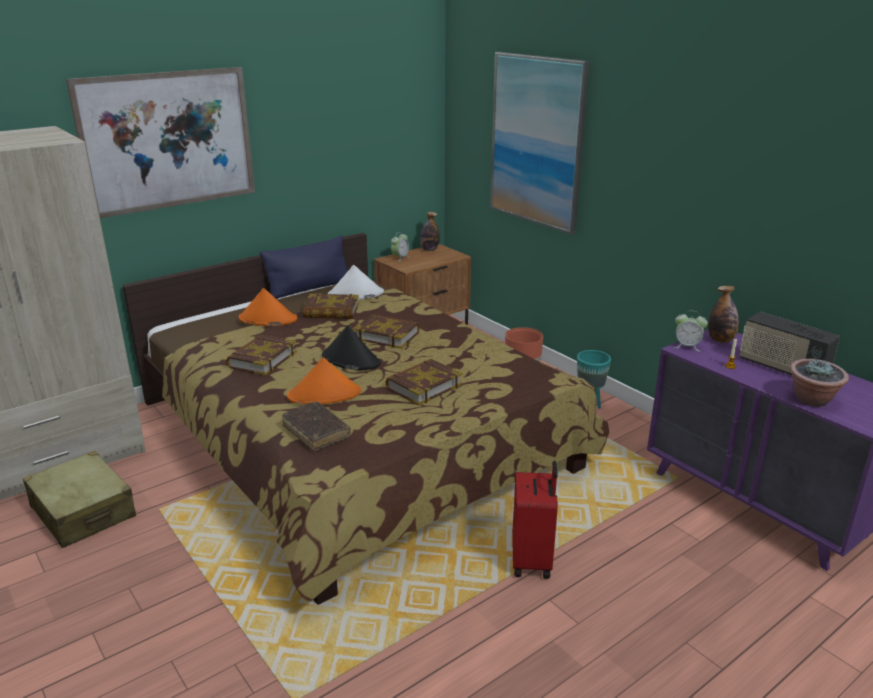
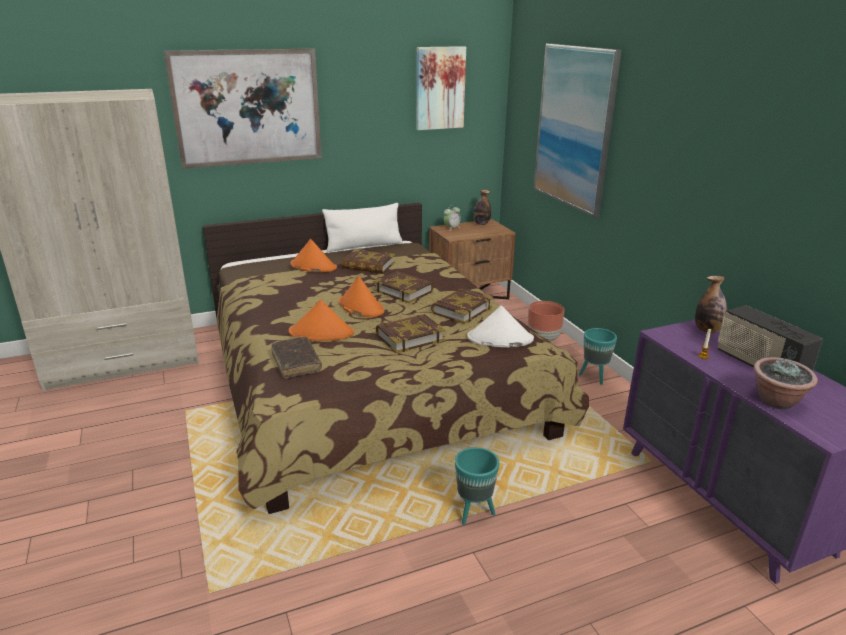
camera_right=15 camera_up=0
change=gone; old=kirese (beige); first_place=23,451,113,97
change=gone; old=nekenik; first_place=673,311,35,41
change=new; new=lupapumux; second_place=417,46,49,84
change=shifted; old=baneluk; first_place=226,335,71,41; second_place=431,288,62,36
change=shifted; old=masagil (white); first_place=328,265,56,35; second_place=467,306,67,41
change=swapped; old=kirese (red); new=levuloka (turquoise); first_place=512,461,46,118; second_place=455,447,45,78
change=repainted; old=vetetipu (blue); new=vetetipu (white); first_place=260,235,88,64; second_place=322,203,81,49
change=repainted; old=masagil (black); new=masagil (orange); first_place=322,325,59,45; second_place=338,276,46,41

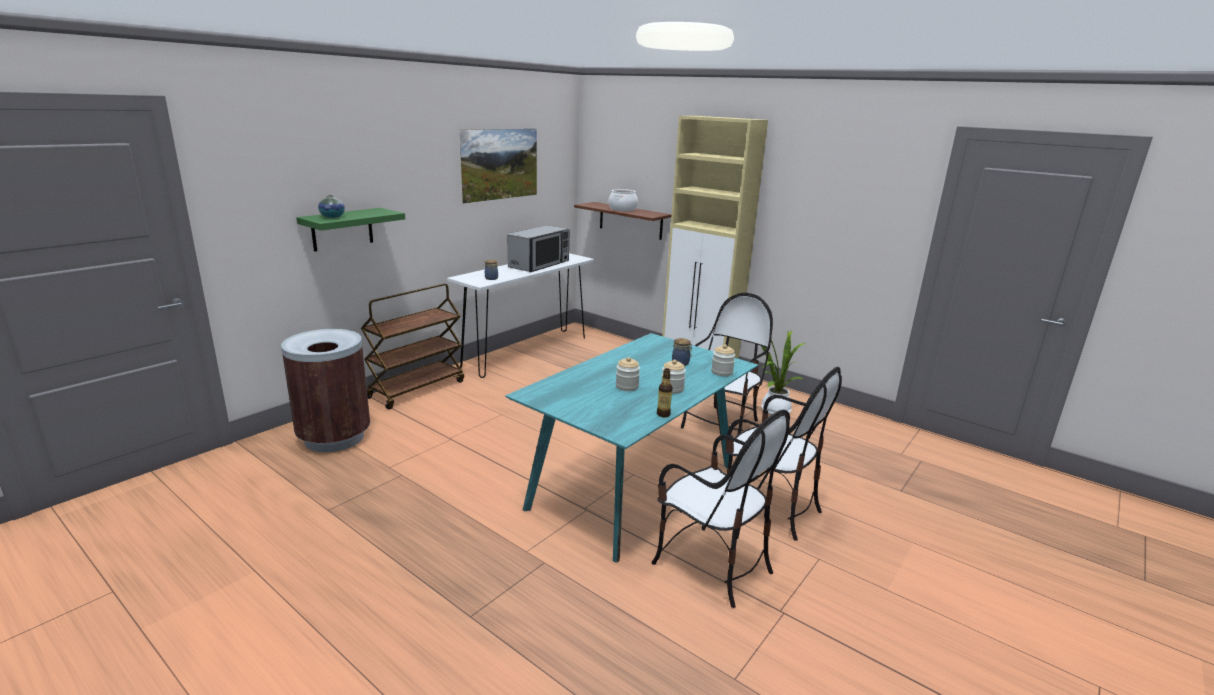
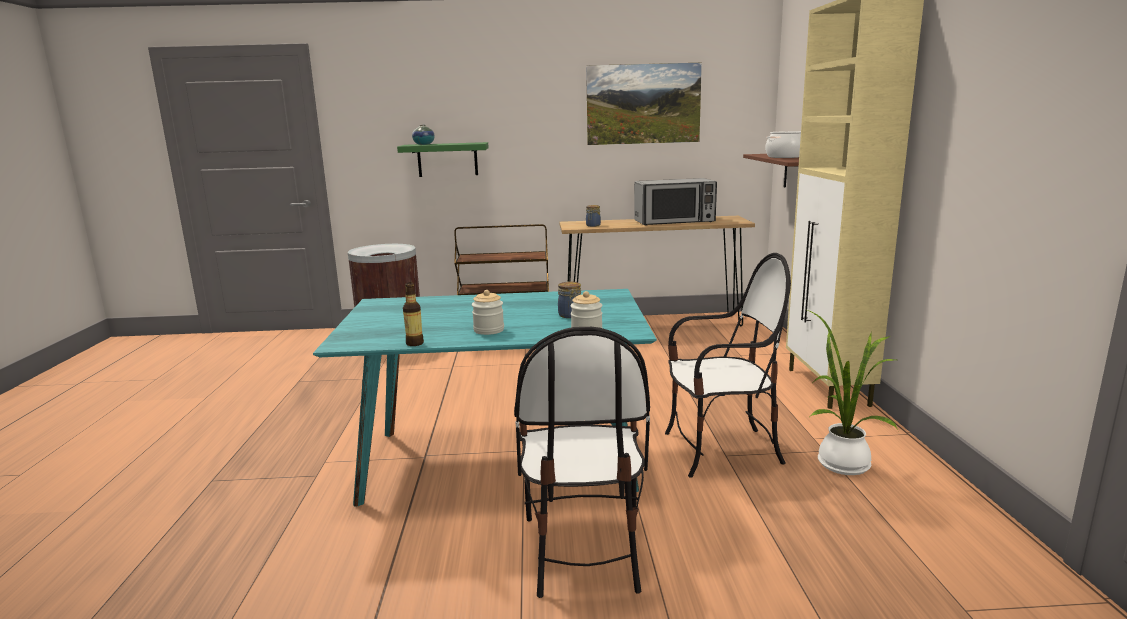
camera_right=50 camera_up=-5
change=gone; old=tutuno; first_place=616,357,24,34
change=gone; old=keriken; first_place=651,410,139,198
change=repainted; old=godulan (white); new=godulan (brown); first_place=447,253,148,125; second_place=560,216,195,110

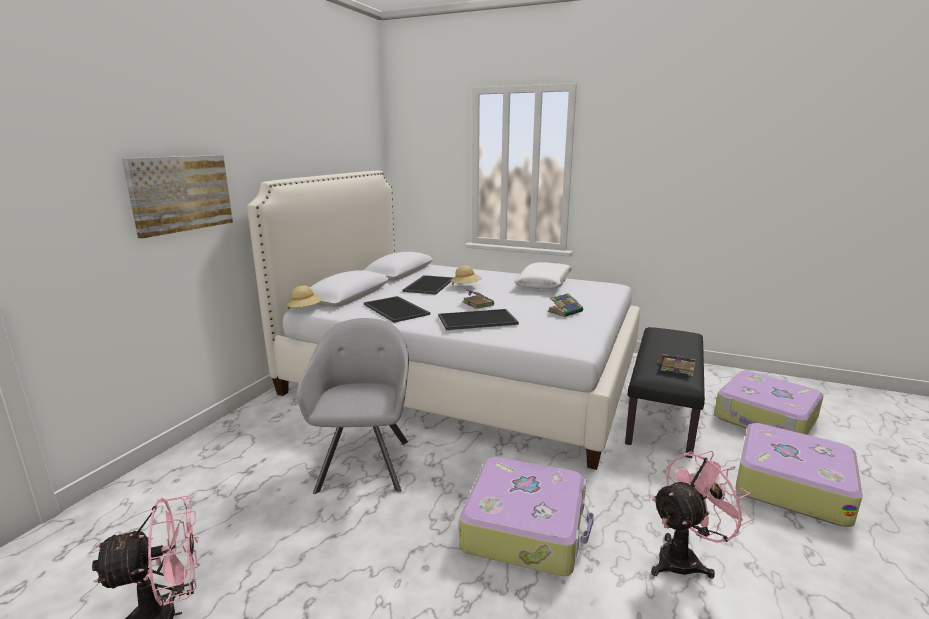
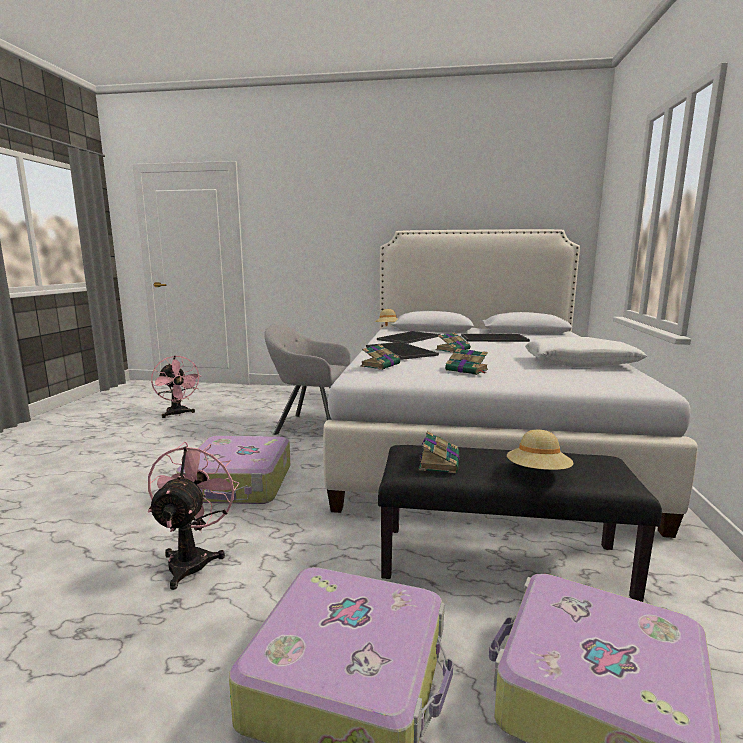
camera_right=75 camera_up=-5
change=gone; old=lupapumux; first_place=122,155,111,84
change=new; new=baneluk; second_place=360,344,40,26
change=shifted; old=masagil (beige); first_place=451,265,31,20; second_place=507,430,66,40
change=rotated; old=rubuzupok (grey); first_place=297,318,112,176; second_place=264,324,87,111; degrees=-150
change=rotated; old=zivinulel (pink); first_place=651,451,102,128; second_place=148,442,92,148; degrees=-135

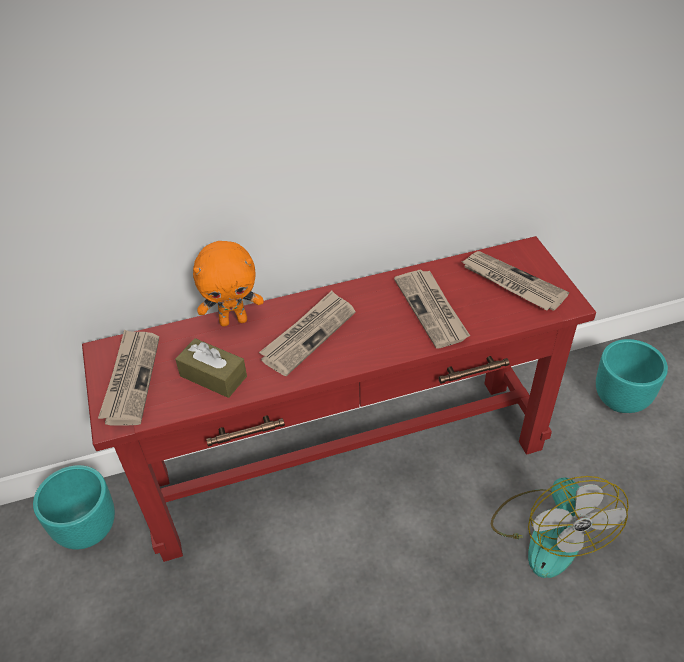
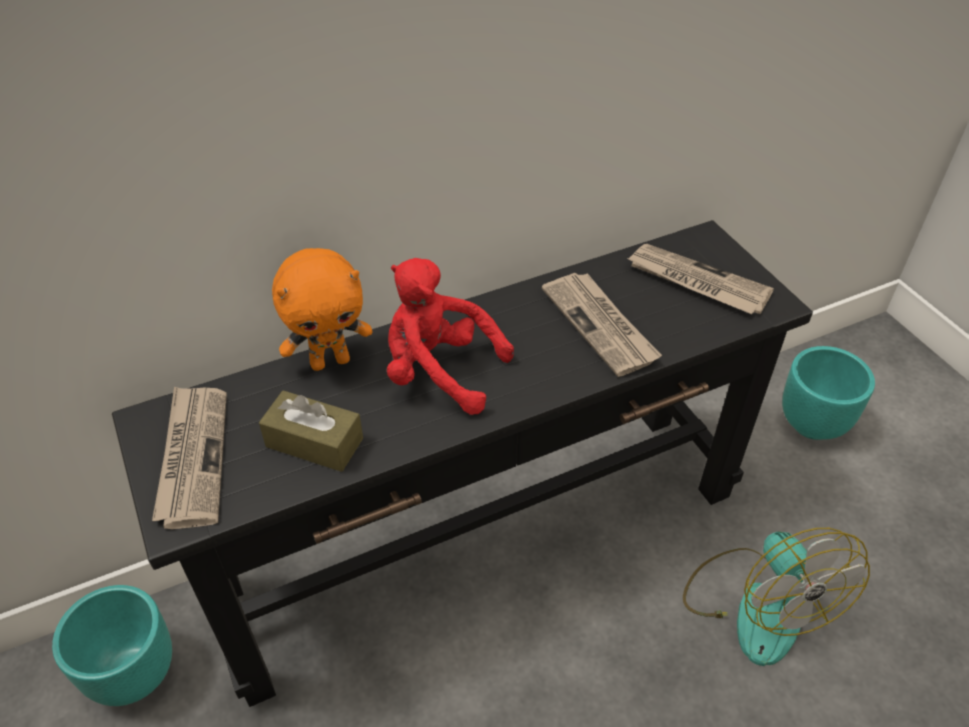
camera_right=-10 camera_up=0
change=swapped; old=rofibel; new=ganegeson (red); first_place=259,291,96,85; second_place=387,258,127,157
change=repainted; old=godulan (red); new=godulan (black); first_place=82,236,514,326; second_place=112,220,701,487

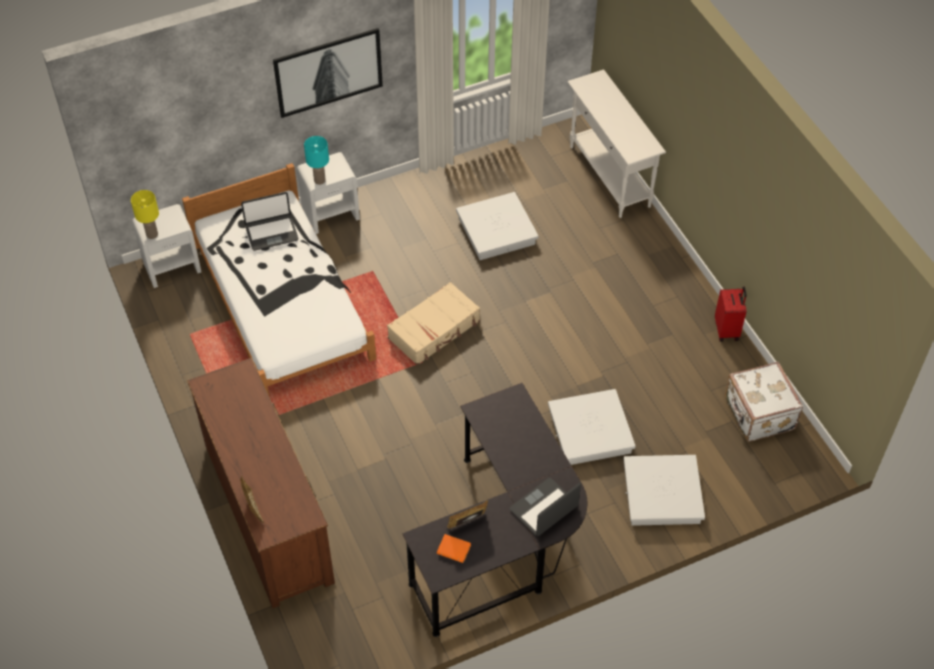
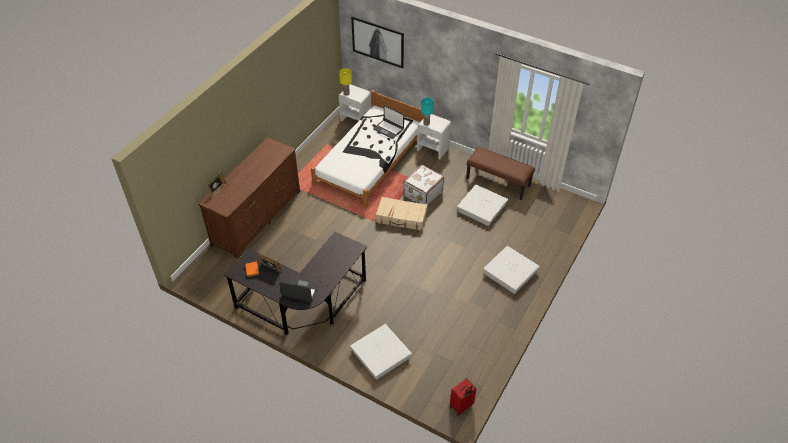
camera_right=55 camera_up=-5
change=gone; old=godulan (white); first_place=568,70,98,148
change=new; new=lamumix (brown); second_place=466,147,69,53
change=shifted; old=lupapumux; first_place=273,28,110,90; second_place=351,16,53,52
change=shifted; old=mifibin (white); first_place=548,389,88,76; second_place=483,246,57,48
change=shifted; old=kirese (red); first_place=715,286,32,56; second_place=450,379,26,37
change=shifted; old=kirese (white); first_place=725,361,78,81; second_place=403,164,41,41

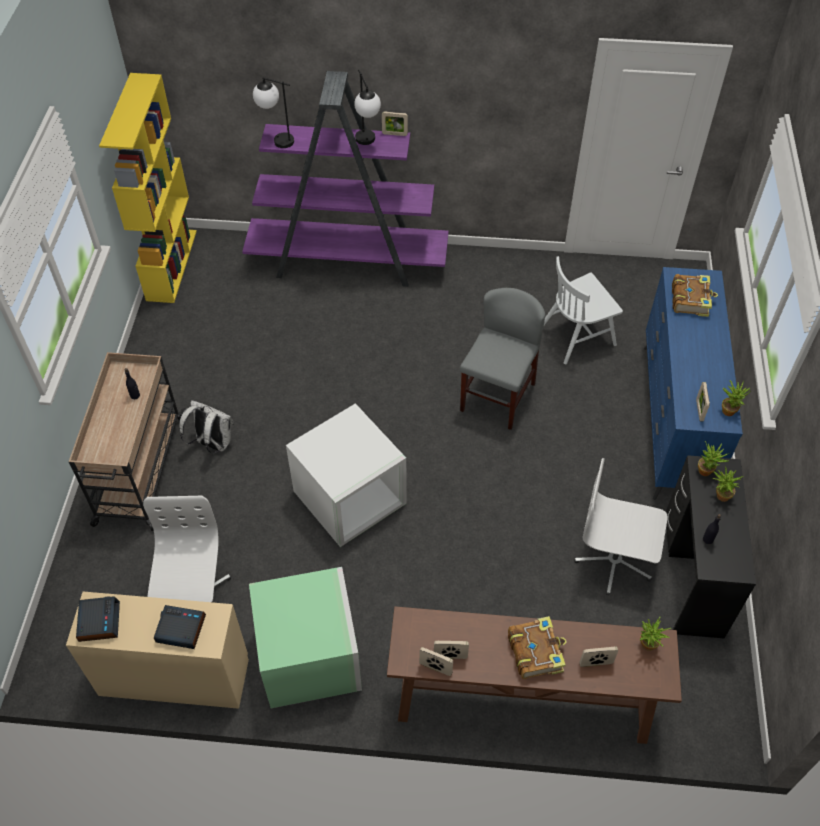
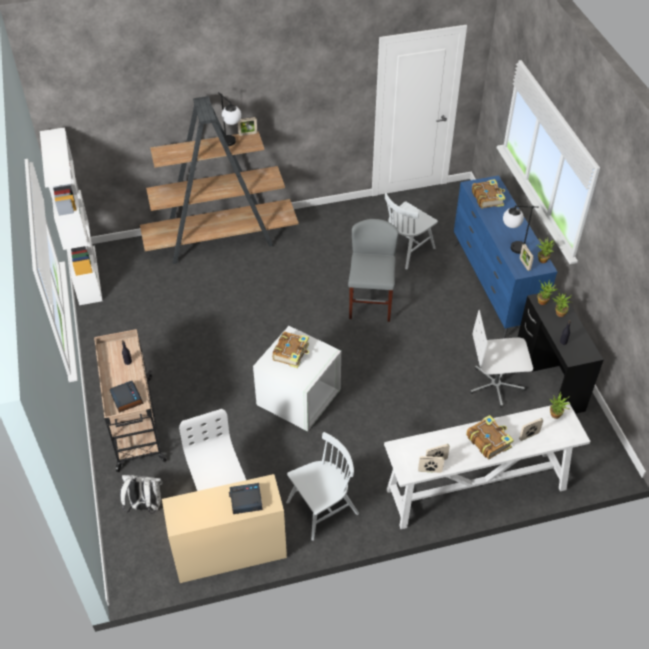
camera_right=-20 camera_up=-5
change=new; new=baneluk; second_place=272,332,37,36
change=shifted; old=nekenik; first_place=76,596,44,46; second_place=110,381,34,32
change=shifted; old=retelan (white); first_place=179,400,55,53; second_place=120,475,43,39
change=shifted; old=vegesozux; first_place=253,77,41,71; second_place=503,205,36,49
change=swapped; old=mifibin (green); new=keriken (white); first_place=249,567,113,141; second_place=286,432,73,109
change=repainted; old=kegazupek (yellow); new=kegazupek (white); first_place=99,73,98,230; second_place=40,127,62,178
change=repainted; old=kegazupek (purple); new=kegazupek (brown); first_place=242,71,207,216; second_place=140,96,159,168
change=repainted; old=godulan (brown); new=godulan (white); first_place=387,606,295,138; second_place=384,402,207,127

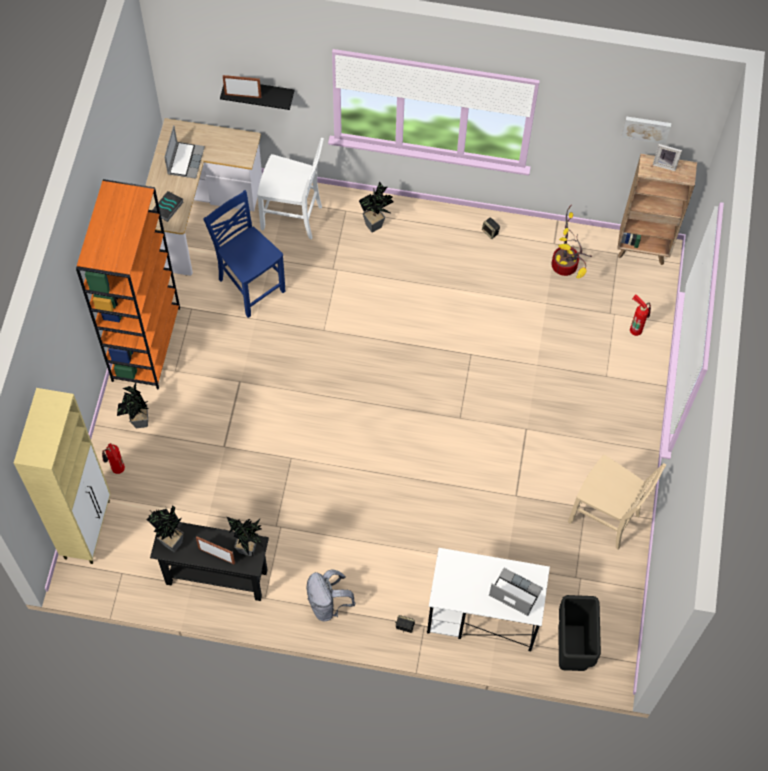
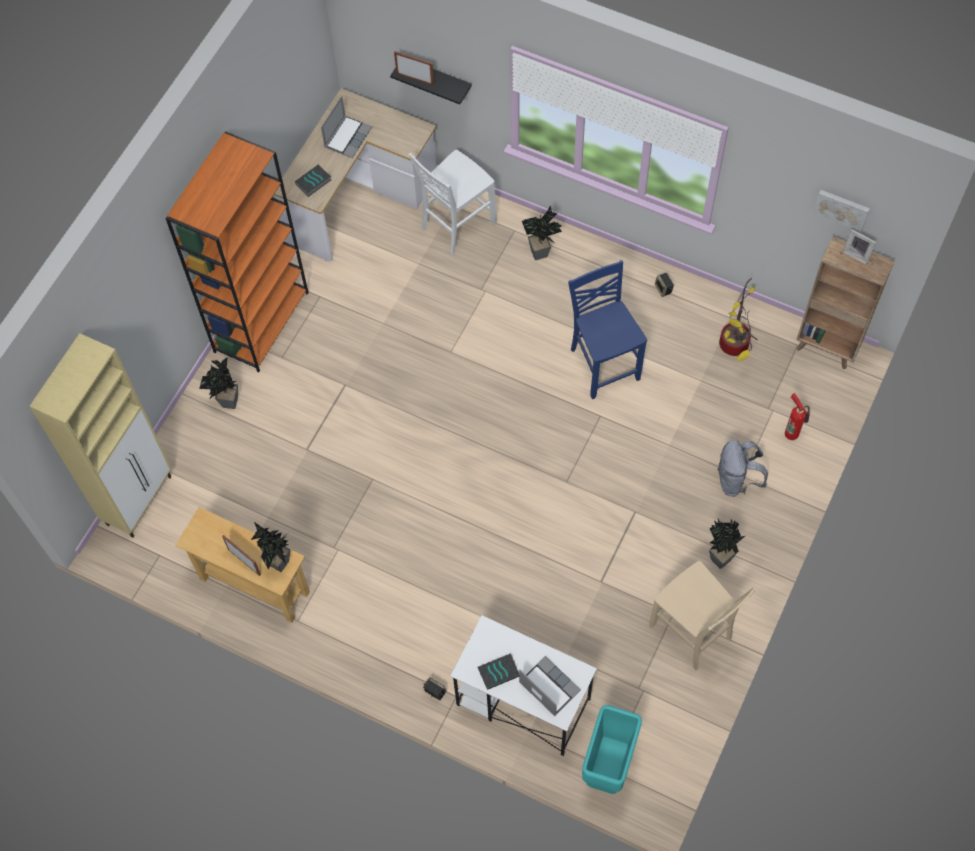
camera_right=20 camera_up=0
change=gone; old=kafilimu; first_place=102,443,23,31
change=new; new=baneluk; second_place=478,653,41,37
change=shifted; old=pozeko; first_place=147,505,37,47; second_place=709,519,36,50
change=shifted; old=keriken (blue); first_place=203,190,82,128; second_place=568,260,79,139
change=shifted; old=retelan (grey); first_place=306,570,49,51; second_place=717,440,51,57
change=repainted; old=godulan (black); new=godulan (beige); first_place=150,522,119,79; second_place=175,507,135,116
change=repainted; old=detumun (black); new=detumun (turquoise); first_place=558,595,43,76; second_place=582,705,60,89
change=rotated; old=keriken (white); first_place=257,138,67,101; second_place=409,150,87,105; degrees=105

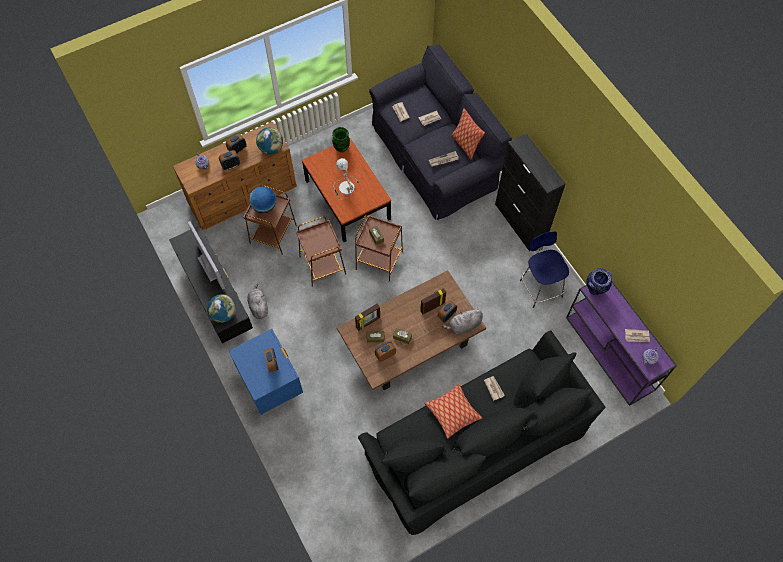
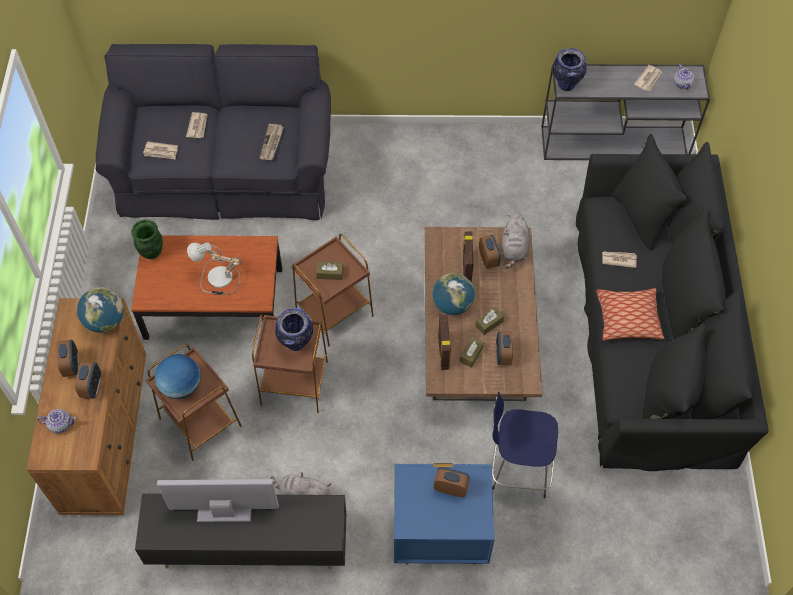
camera_right=-60 camera_up=-5
change=gone; old=vetetipu; first_place=451,108,34,52
change=gone; old=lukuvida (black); first_place=495,134,71,117
change=new; new=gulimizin; second_place=275,307,38,44
change=shifted; old=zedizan; first_place=207,294,29,29; second_place=432,273,43,42
change=shifted; old=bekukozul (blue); first_place=520,232,49,76; second_place=492,392,66,106
change=repainted; old=godulan (purple); new=godulan (grey); first_place=566,281,111,125; second_place=541,64,169,96

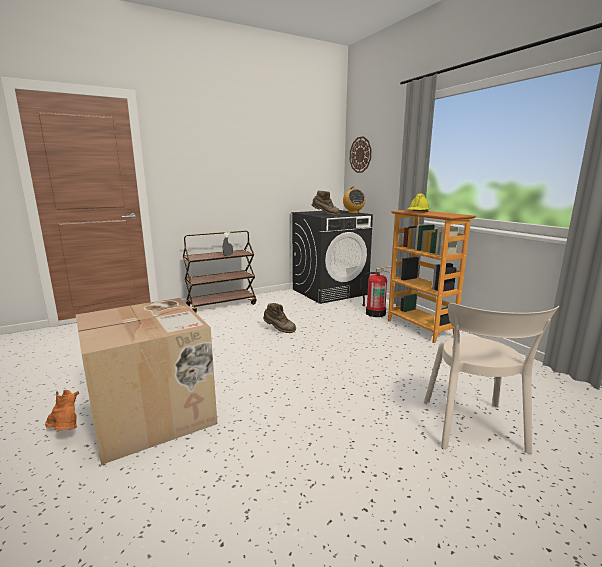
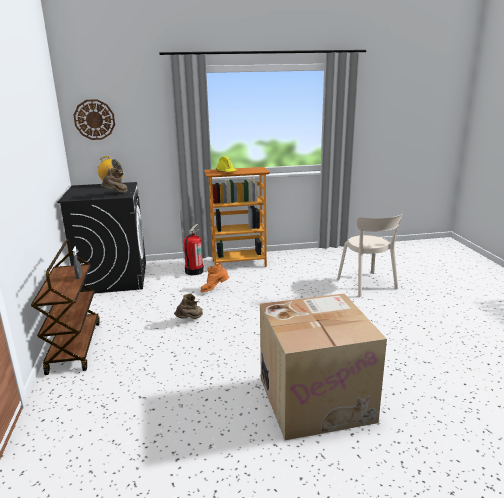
camera_right=-70 camera_up=5
change=shifted; old=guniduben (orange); first_place=45,390,34,40; second_place=201,263,29,30
change=rotated; old=keriken (beige); first_place=424,303,135,151; second_place=337,211,68,86; degrees=45

